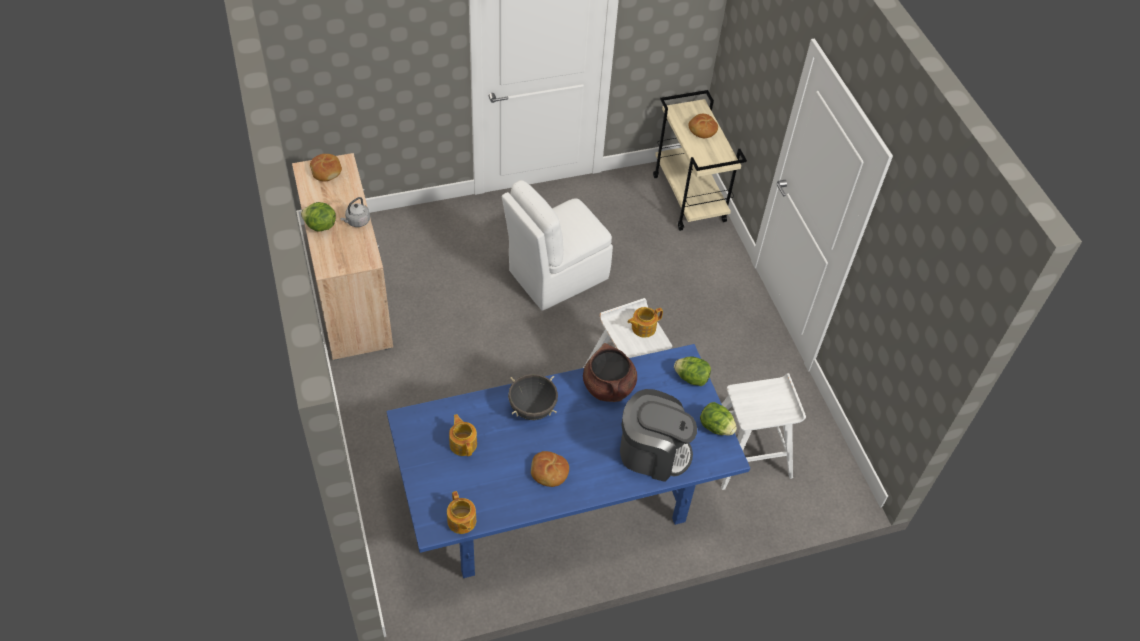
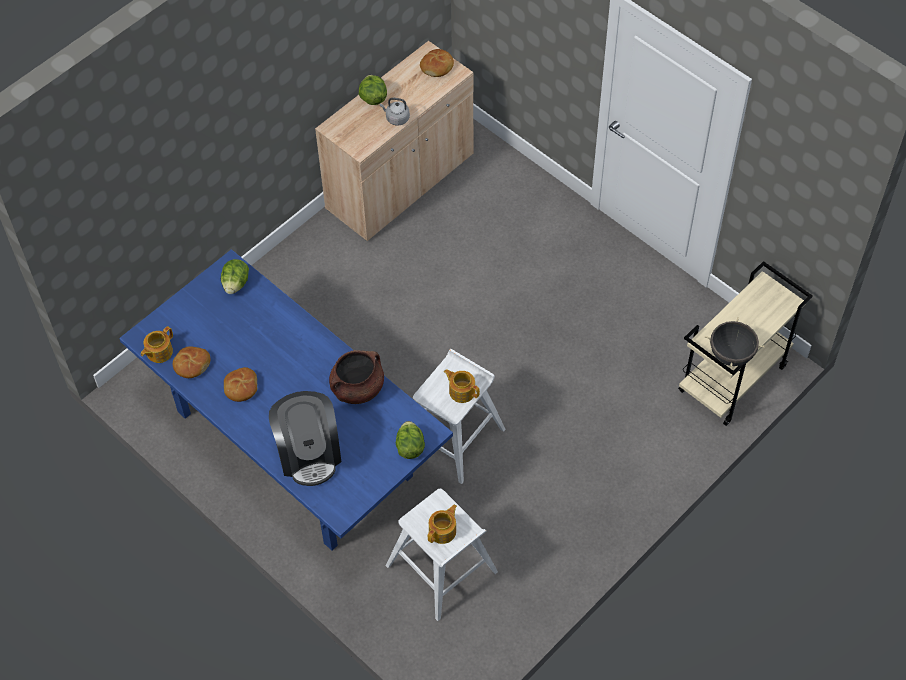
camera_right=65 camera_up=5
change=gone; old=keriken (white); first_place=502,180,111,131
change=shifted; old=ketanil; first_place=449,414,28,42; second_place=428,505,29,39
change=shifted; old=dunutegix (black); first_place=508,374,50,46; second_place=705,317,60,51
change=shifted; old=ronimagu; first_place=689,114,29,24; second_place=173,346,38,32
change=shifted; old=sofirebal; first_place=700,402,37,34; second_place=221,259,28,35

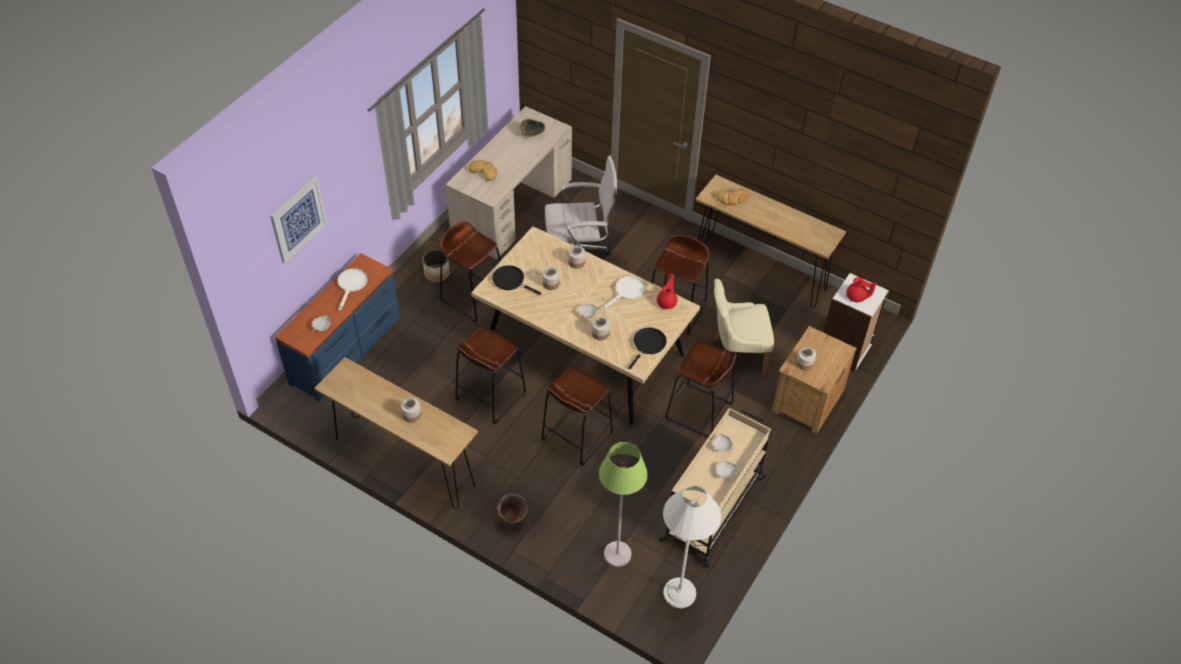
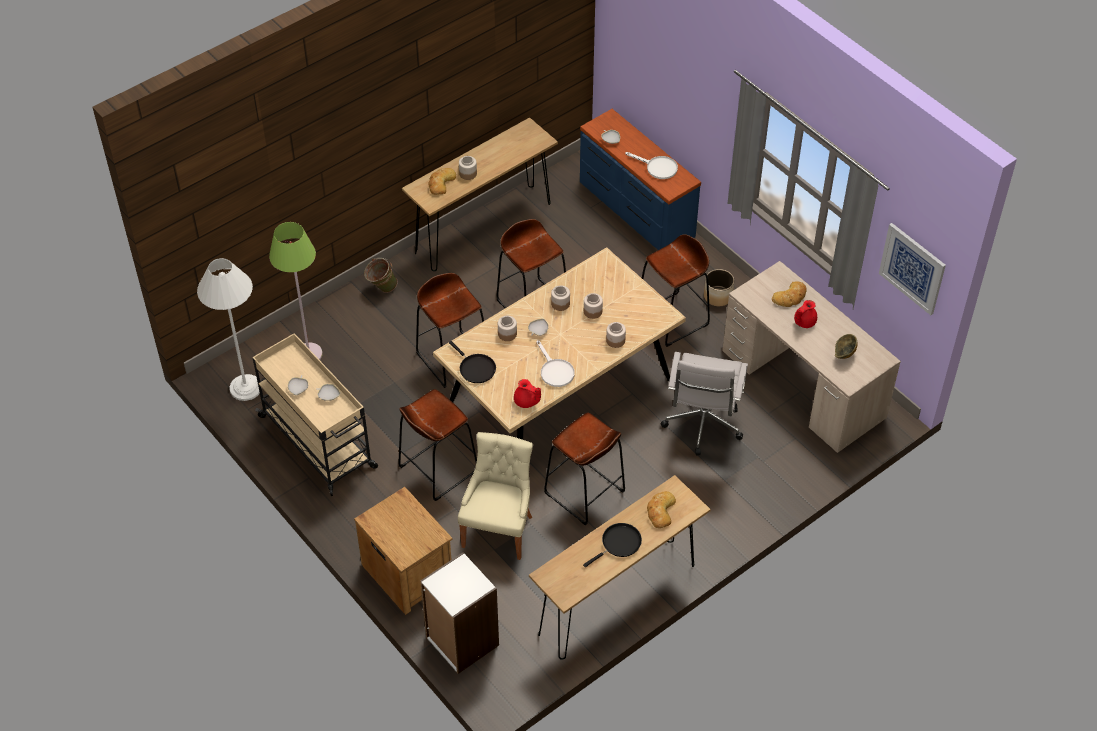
camera_right=110 camera_up=0
change=new; new=ronimagu; second_place=428,168,28,27
change=shifted; old=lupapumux; first_place=270,176,58,87; second_place=879,223,67,92
change=shifted; old=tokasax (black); first_place=492,265,50,30; second_place=583,523,59,44
change=shifted; old=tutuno; first_place=796,347,20,24; second_place=551,285,19,26
change=shifted; old=ketanil (red); first_place=846,277,30,25; second_place=794,300,23,28

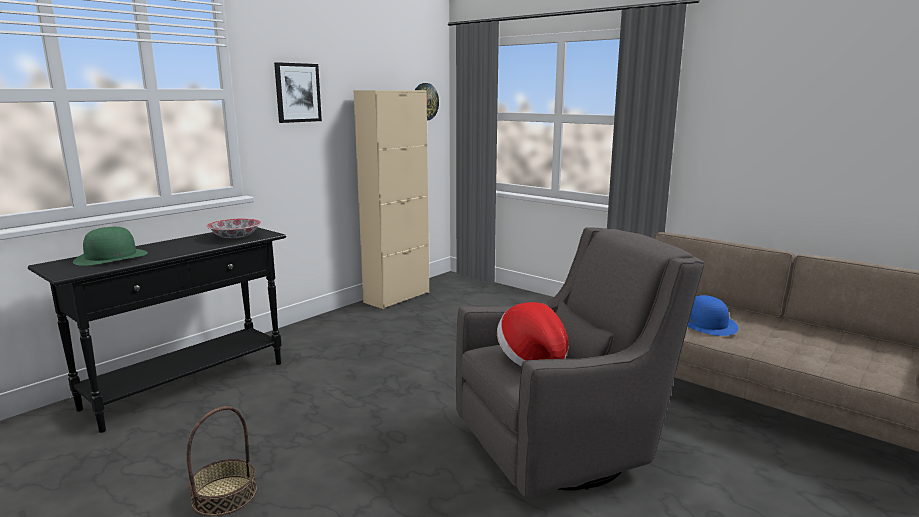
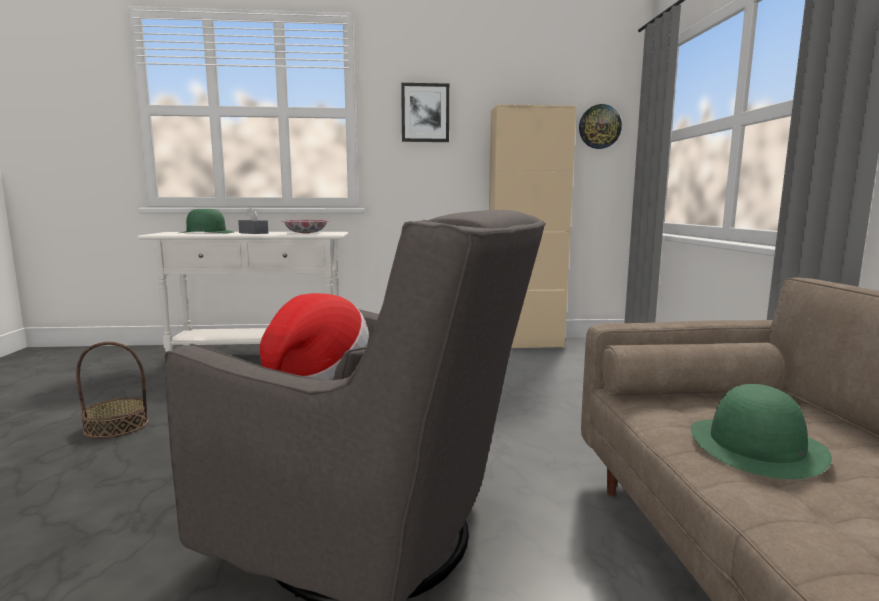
camera_right=45 camera_up=-5
change=new; new=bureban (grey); second_place=238,208,30,26
change=repainted; old=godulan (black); new=godulan (white); first_place=28,227,258,206; second_place=138,232,210,120
change=repainted; old=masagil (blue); new=masagil (green); first_place=688,295,50,41; second_place=691,384,141,95

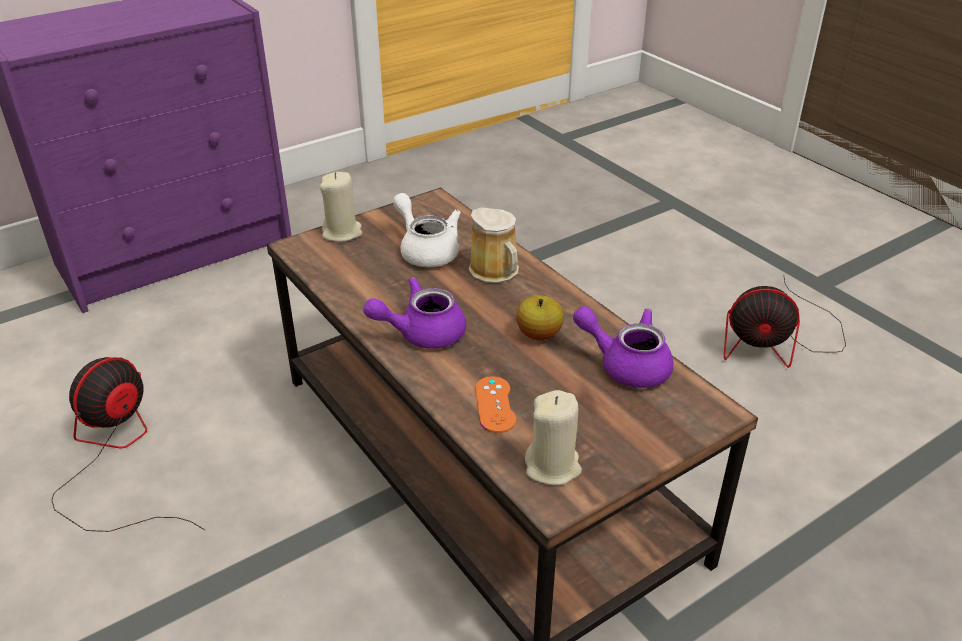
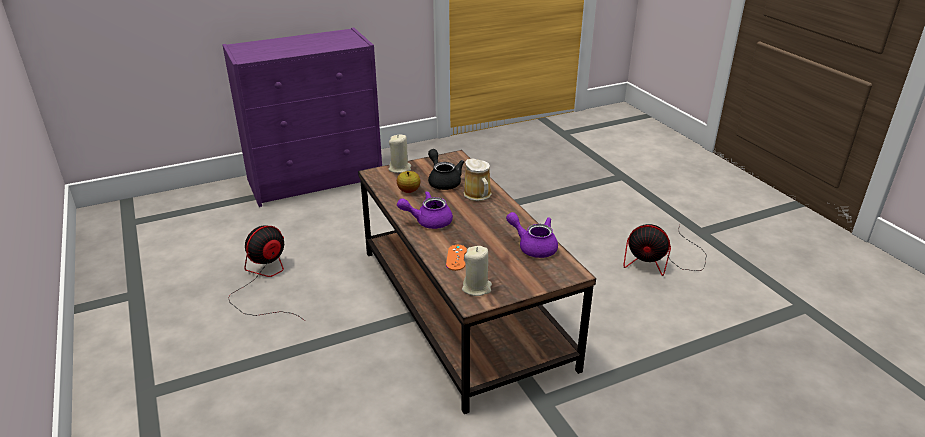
camera_right=10 camera_up=-5
change=shifted; old=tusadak; first_place=516,295,48,45; second_place=397,171,23,22
change=repainted; old=ketanil (white); new=ketanil (black); first_place=393,193,68,74; second_place=428,149,36,41

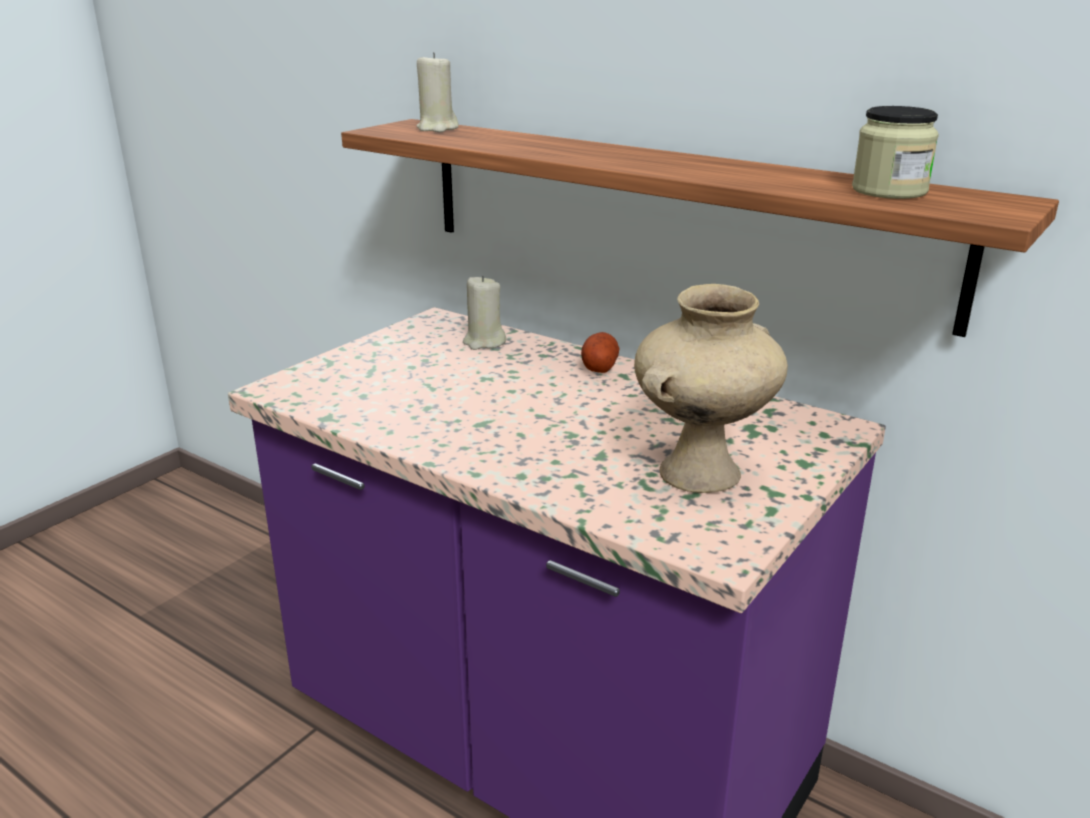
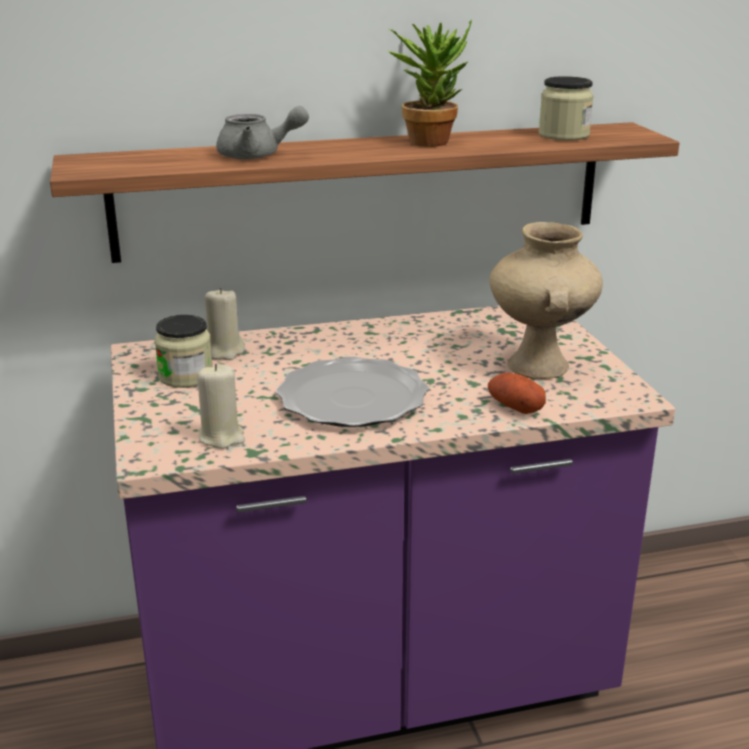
camera_right=-50 camera_up=0
change=new; new=tutuno; second_place=155,315,57,73
change=new; new=ketanil (grey); second_place=216,106,93,53
change=new; new=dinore; second_place=276,357,153,70
change=new; new=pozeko; second_place=388,20,84,127
change=shifted; old=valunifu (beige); first_place=416,52,43,80; second_place=197,364,48,85
change=shifted; old=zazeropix; first_place=581,332,38,41; second_place=488,373,58,41

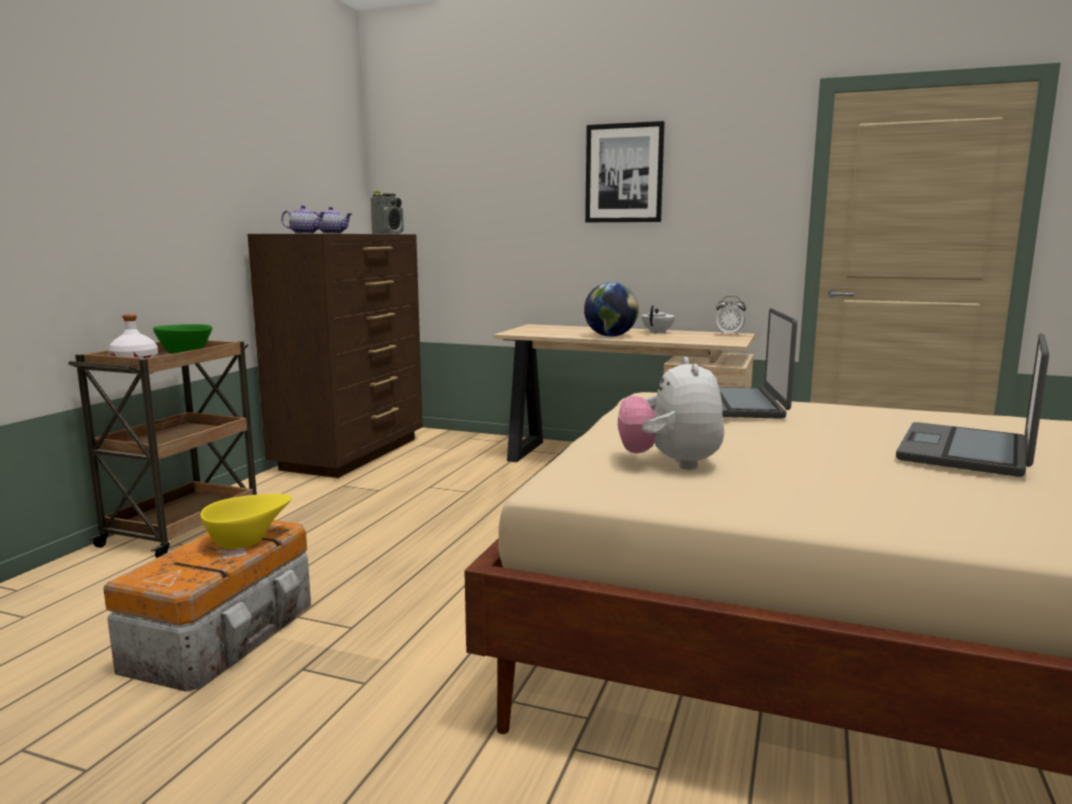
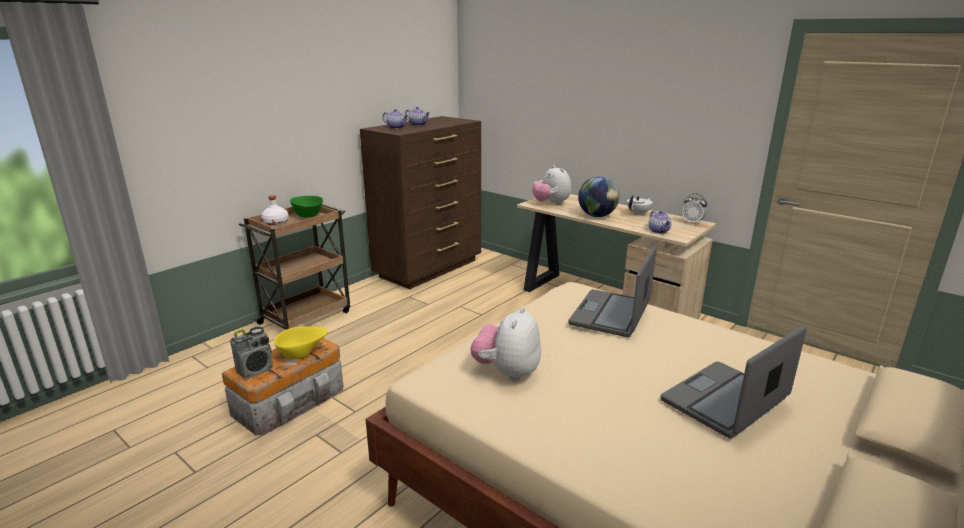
camera_right=20 camera_up=10
change=gone; old=lupapumux; first_place=585,121,80,101
change=new; new=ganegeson; second_place=532,165,39,40
change=new; new=ketanil; second_place=648,211,24,23
change=shifted; old=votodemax; first_place=370,191,34,43; second_place=230,327,43,51

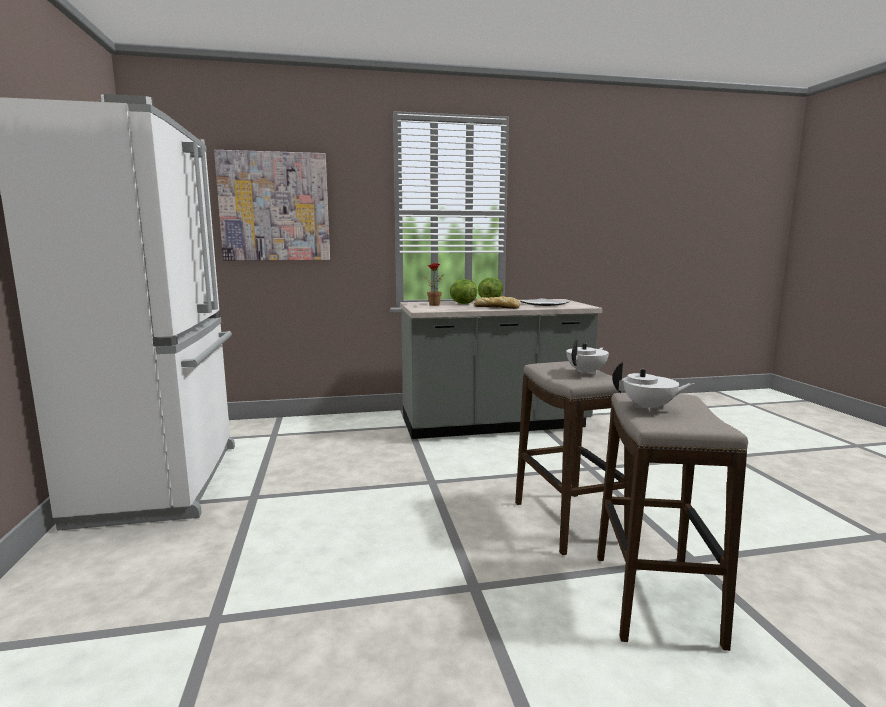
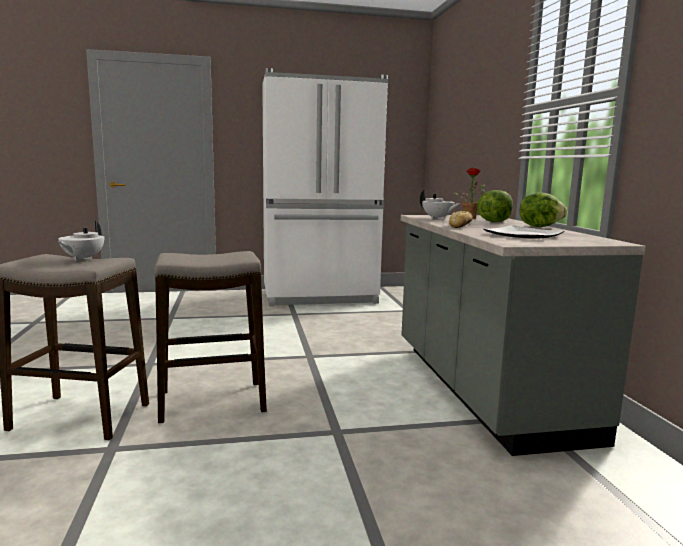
camera_right=90 camera_up=0
change=gone; old=lupapumux; first_place=214,150,116,111
change=shifted; old=ketanil (white); first_place=566,340,43,35; second_place=420,189,40,30

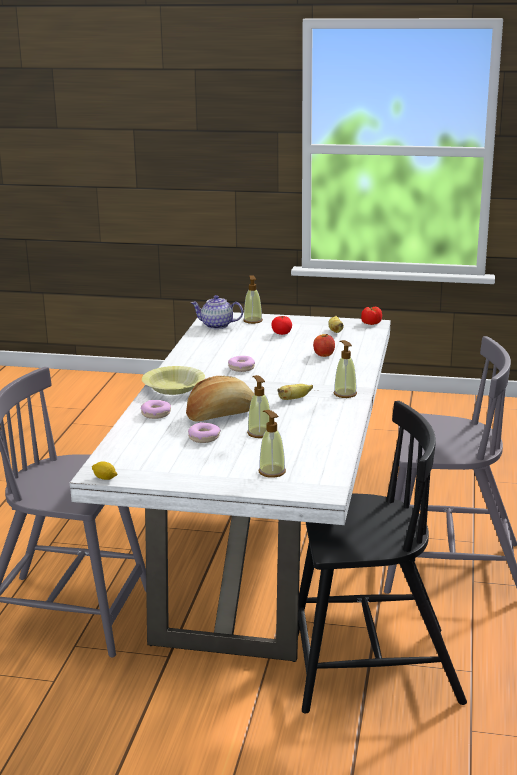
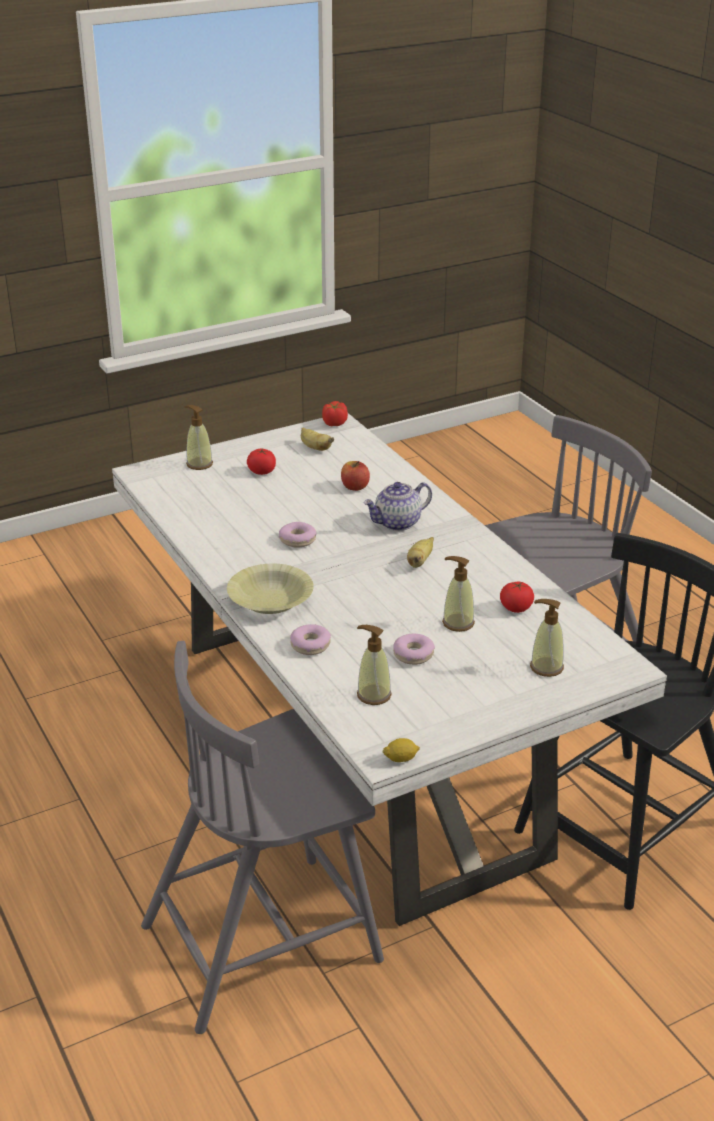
camera_right=-40 camera_up=10
change=gone; old=ronimagu; first_place=186,376,68,46
change=new; new=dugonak; second_place=500,581,34,32
change=shifted; old=ketanil; first_place=191,295,52,34; second_place=363,482,69,49
change=shifted; old=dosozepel; first_place=334,340,23,58; second_place=357,625,35,80

